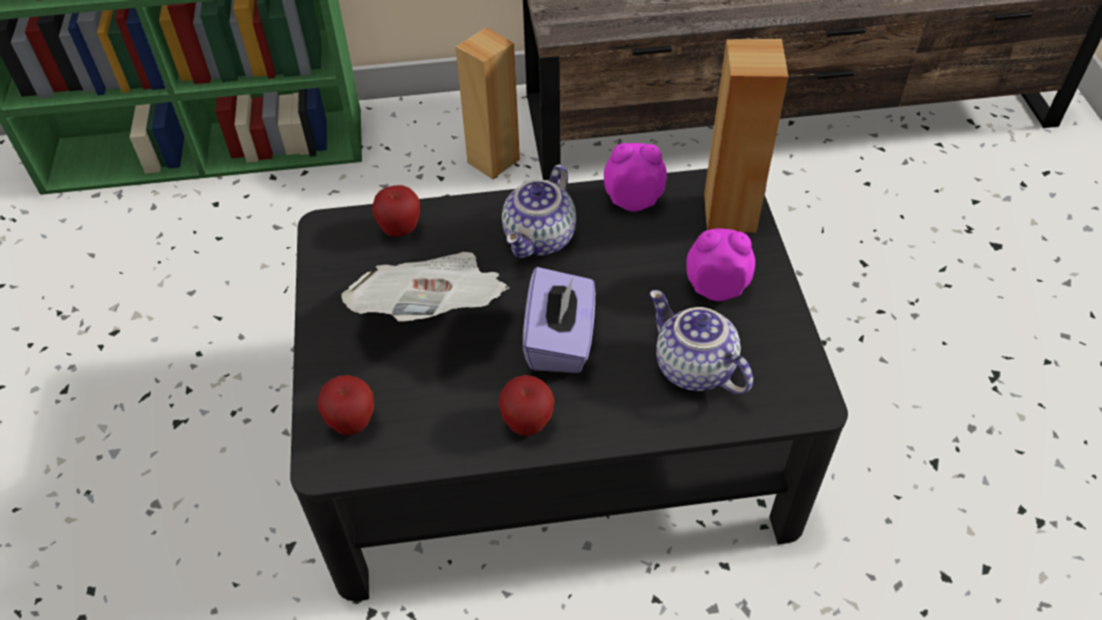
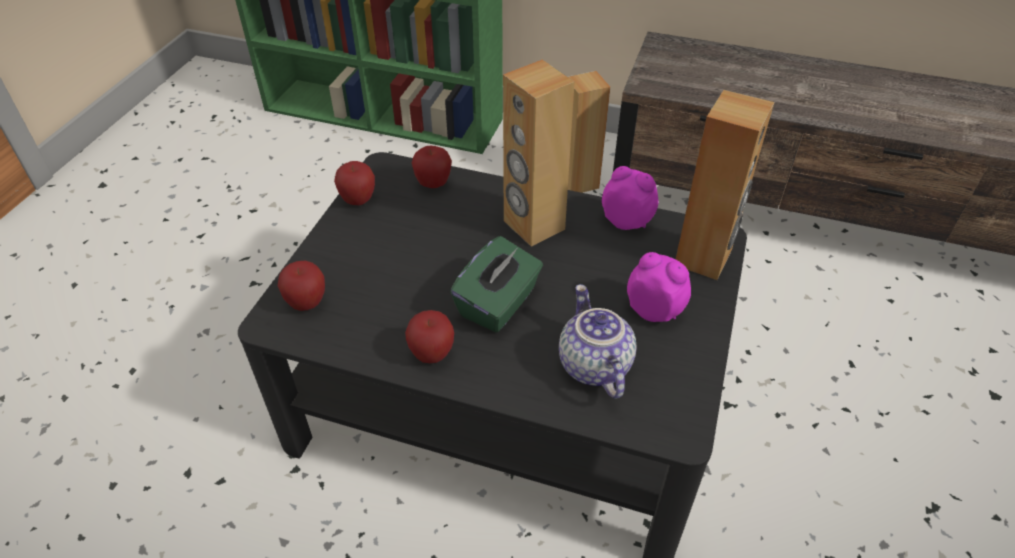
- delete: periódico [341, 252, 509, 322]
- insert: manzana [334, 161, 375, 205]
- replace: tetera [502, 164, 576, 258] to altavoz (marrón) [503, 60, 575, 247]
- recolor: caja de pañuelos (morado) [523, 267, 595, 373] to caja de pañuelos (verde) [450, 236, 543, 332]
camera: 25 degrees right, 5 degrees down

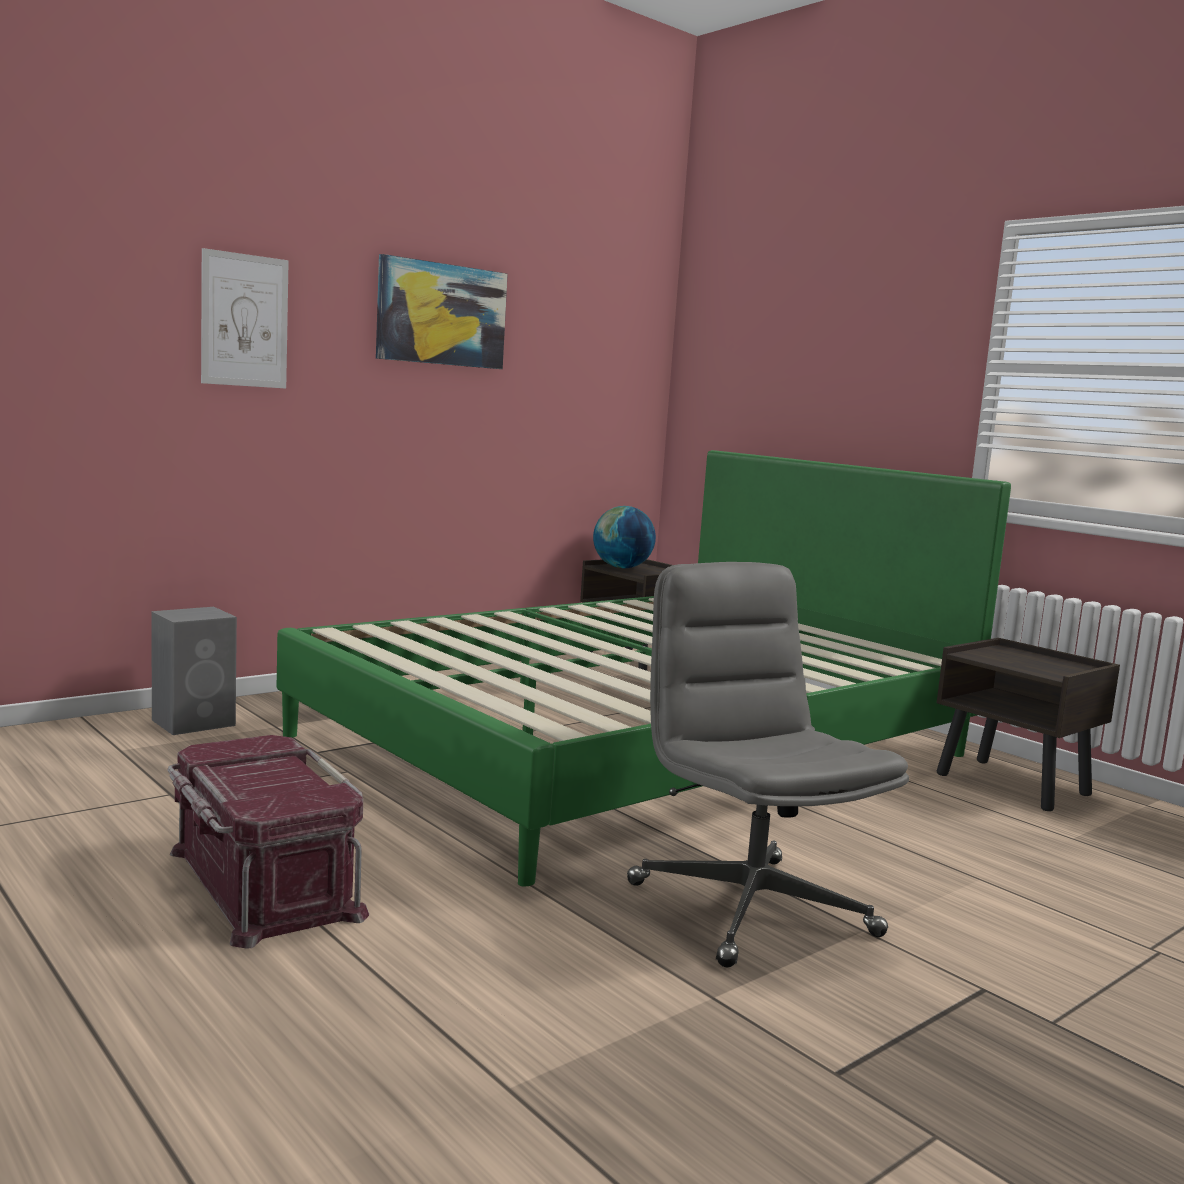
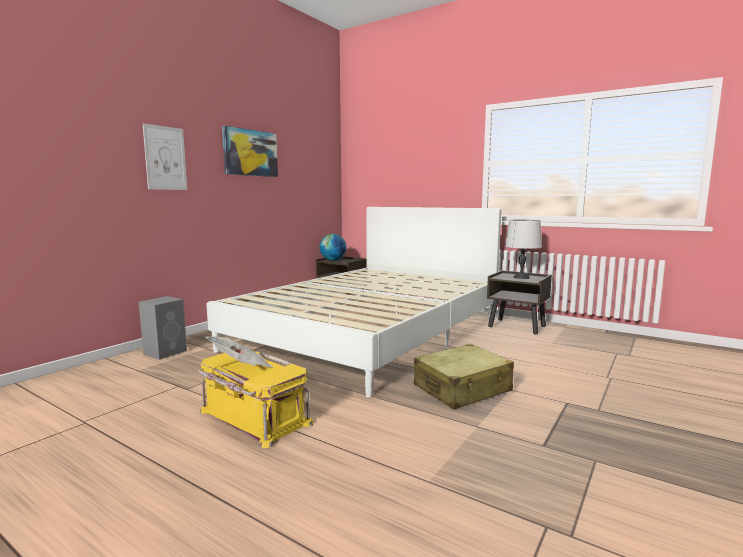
- insert: periódico [206, 336, 273, 367]
- insert: lámpara de mesa (gris) [505, 220, 542, 279]
- replace: silla de oficina (gris) [627, 562, 909, 967] to maleta (beis) [414, 344, 514, 410]
- recolor: caja de almacenaje (rojo) [167, 735, 369, 949] to caja de almacenaje (amarillo) [198, 349, 313, 448]
- recolor: cama (verde) [277, 450, 1011, 886] to cama (blanco) [207, 207, 502, 397]
camera: 15 degrees left, 0 degrees up

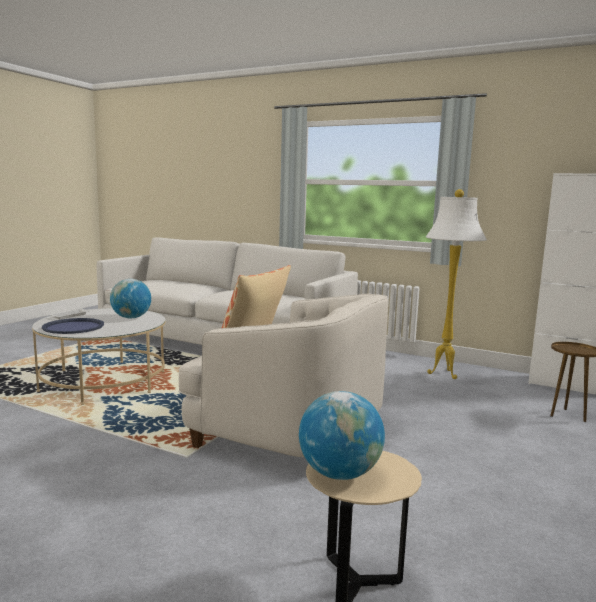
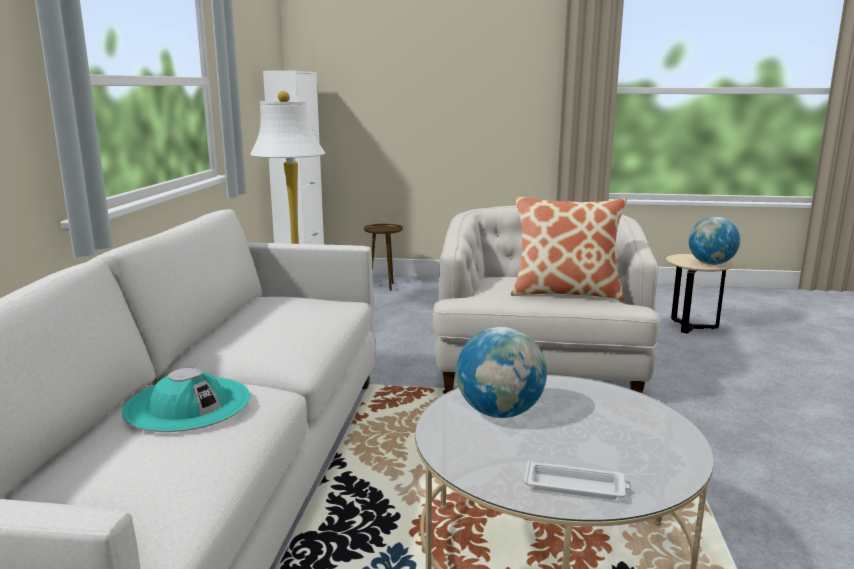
- delete: bandeja (azul) [42, 318, 104, 334]
- insert: sombrero (turquesa) [122, 368, 250, 432]
camera: 110 degrees left, 5 degrees up

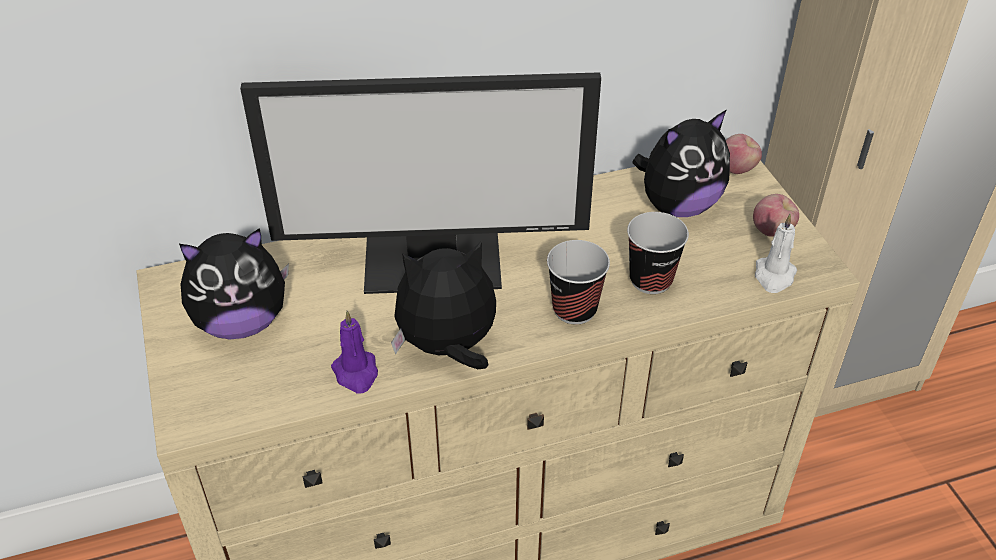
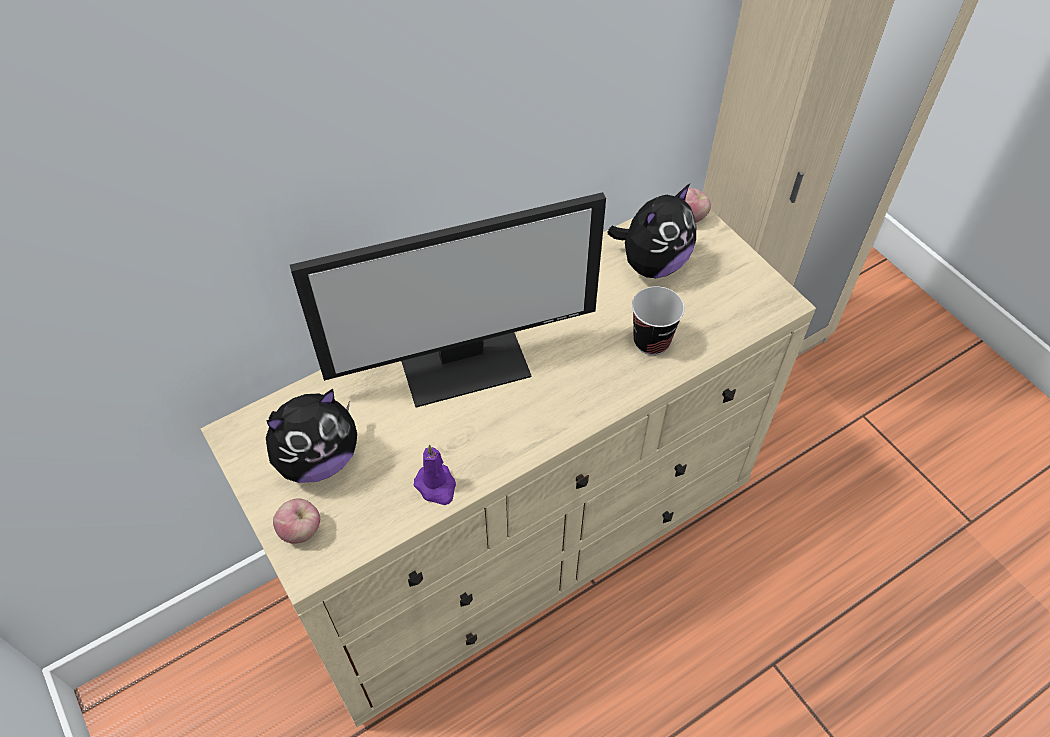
- delete: peluche [391, 241, 496, 369]
- delete: taza [547, 240, 610, 325]
- delete: vela (blanco) [755, 214, 797, 293]
- move: manzana [753, 194, 799, 237] to [273, 498, 320, 544]
camera: 15 degrees left, 10 degrees up

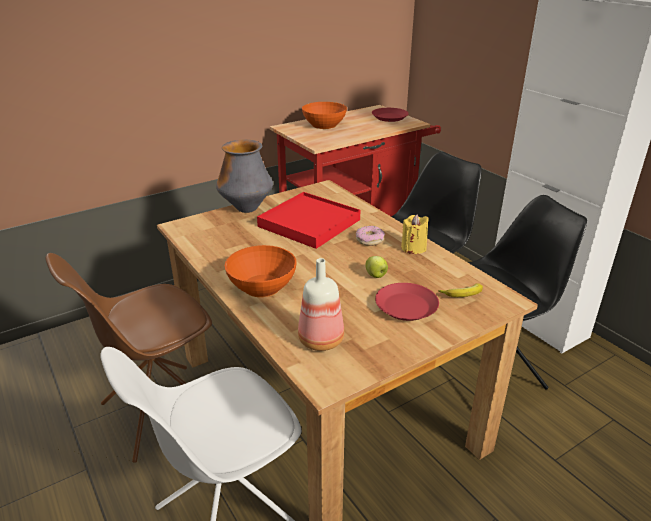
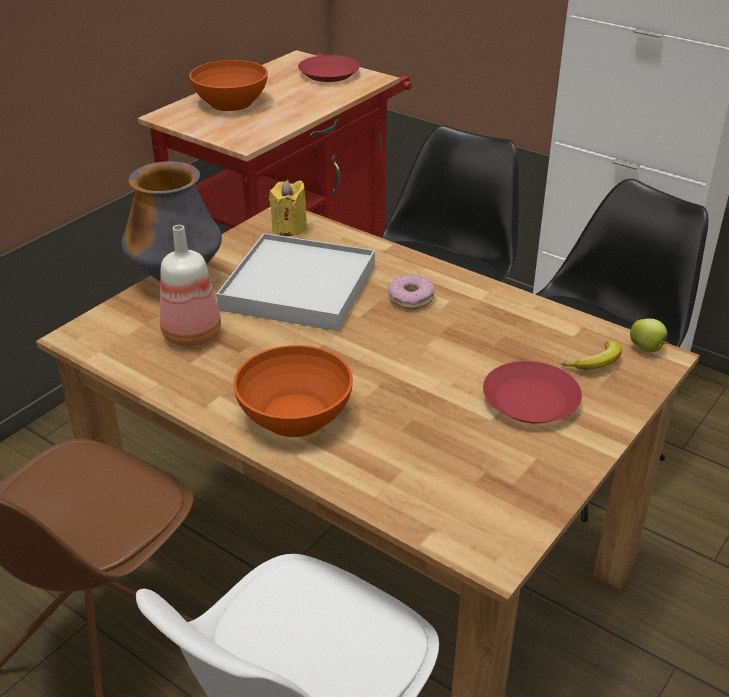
- move: botella [298, 258, 344, 351] to [160, 225, 221, 346]
- move: manzana [365, 256, 388, 278] to [630, 318, 668, 352]
- move: vela (amarillo) [401, 214, 429, 254] to [269, 180, 307, 236]
- recolor: bandeja (rojo) [257, 192, 360, 249] to bandeja (blanco) [216, 233, 375, 331]
camera: 20 degrees left, 5 degrees up

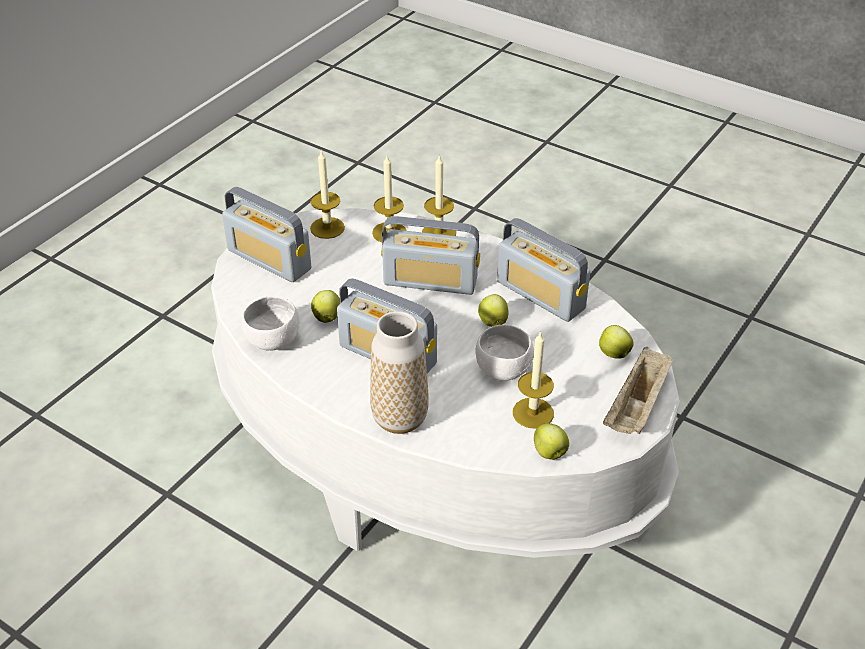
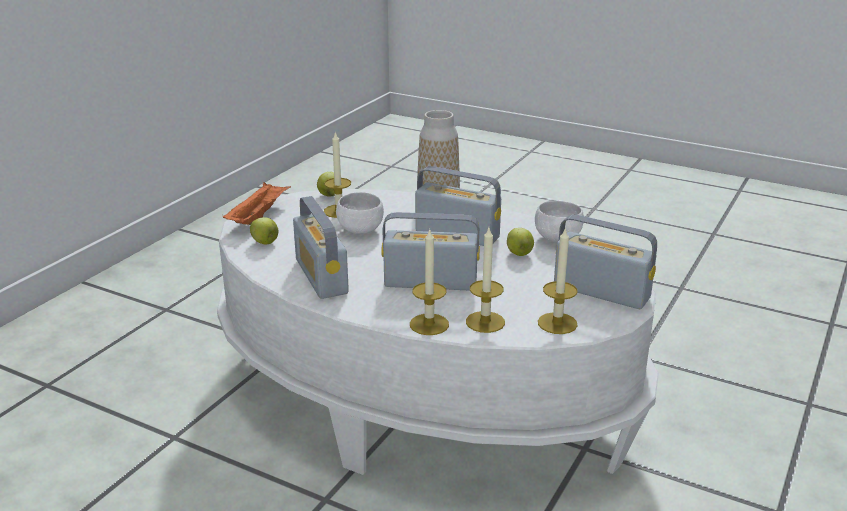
- delete: manzana [478, 294, 509, 327]
- recolor: bandeja (beis) [603, 347, 673, 434] to bandeja (naranja) [223, 182, 291, 225]
- rotate: radio [497, 218, 590, 322] = [293, 196, 349, 299] 150 degrees counterclockwise
camera: 175 degrees right, 15 degrees down

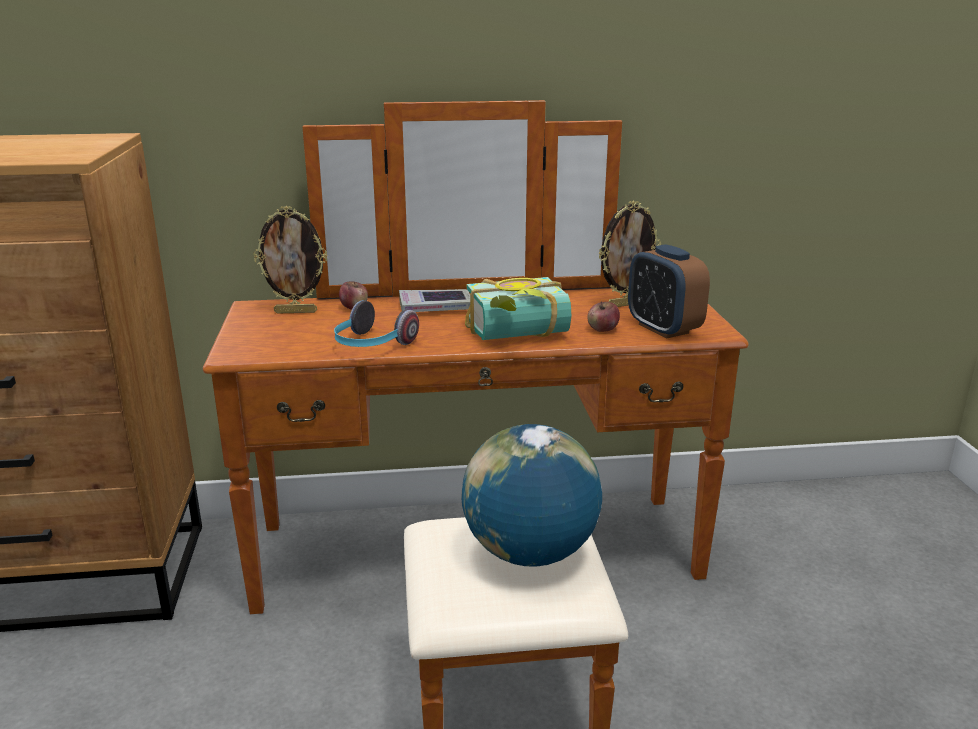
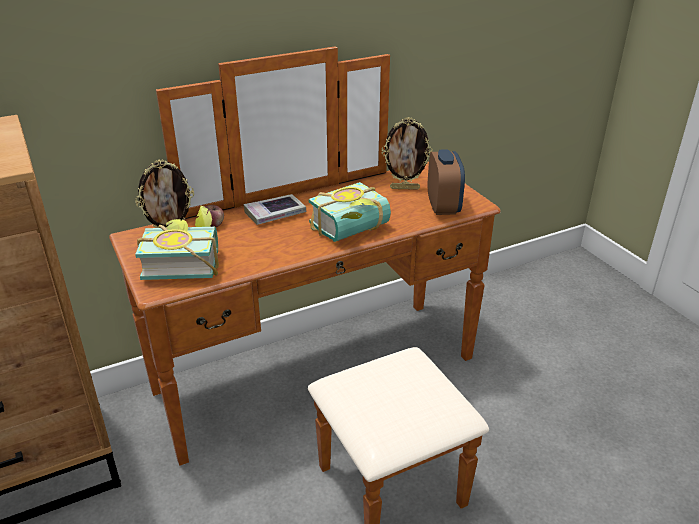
- delete: auriculares [334, 300, 419, 347]
- delete: globo terráqueo [461, 424, 602, 567]
- delete: manzana [587, 301, 620, 332]
- insert: libro [135, 206, 219, 280]
- rotate: portarretratos [598, 201, 661, 307] = [381, 117, 433, 190] 45 degrees clockwise
- rotate: despertador [628, 244, 710, 339] = [428, 149, 465, 215] 135 degrees counterclockwise
camera: 20 degrees left, 10 degrees up

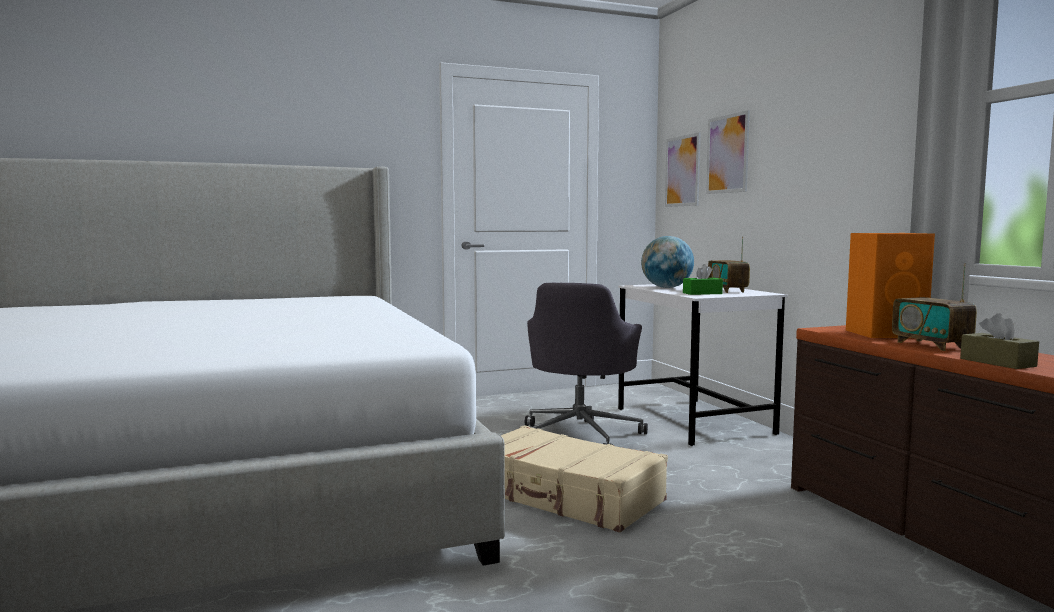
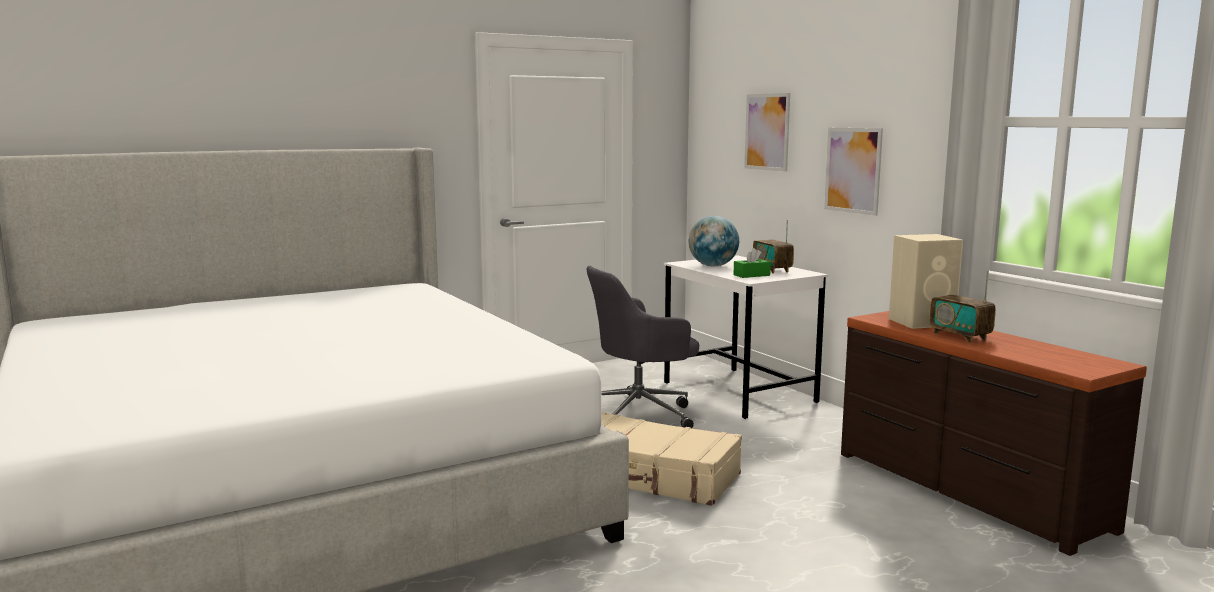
- delete: caja de pañuelos (marrón) [960, 313, 1039, 369]
- move: cuadro [665, 133, 701, 207] to [824, 128, 883, 216]
- recolor: altavoz (naranja) [846, 233, 935, 338] to altavoz (beis) [889, 234, 963, 329]
- rotate: silla de oficina (gris) [525, 283, 648, 445] = [587, 266, 699, 428] 60 degrees clockwise
camera: 10 degrees left, 5 degrees up

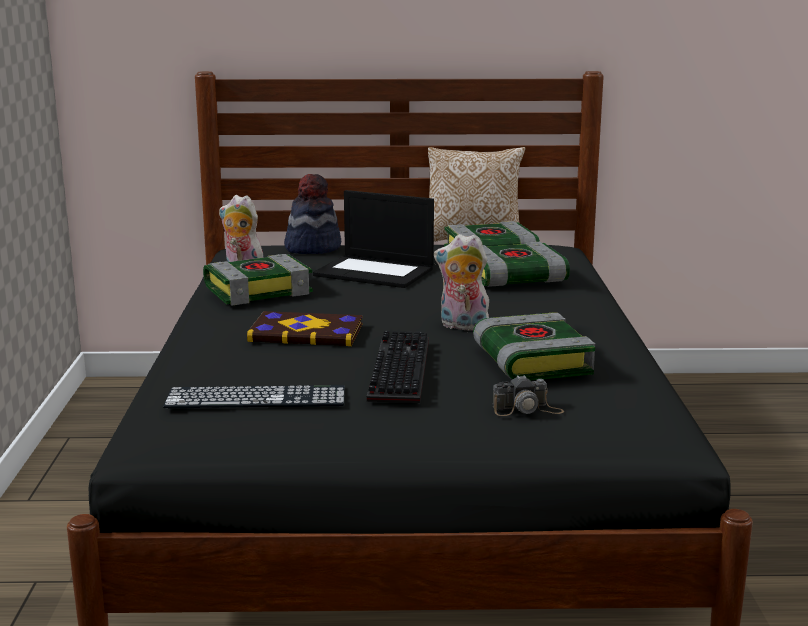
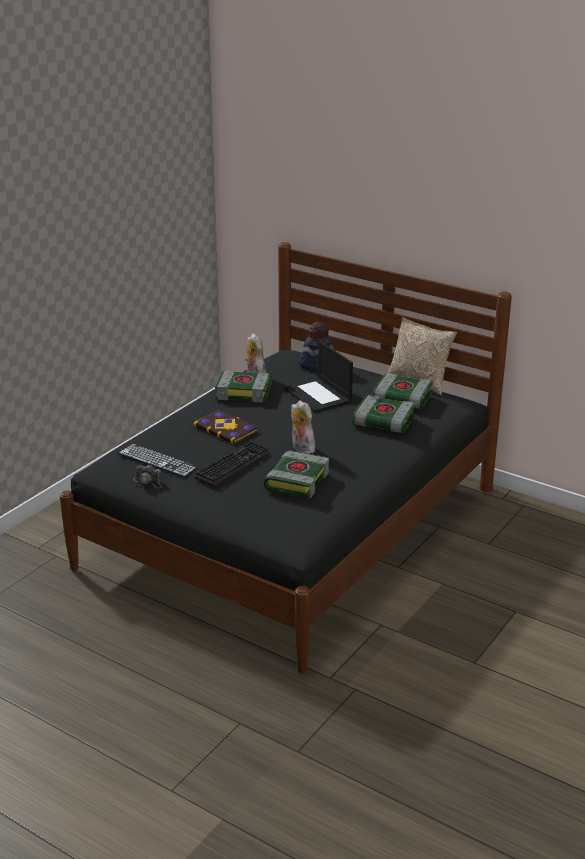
- move: cámara [492, 375, 564, 416] to [134, 465, 162, 488]
camera: 35 degrees right, 10 degrees up

